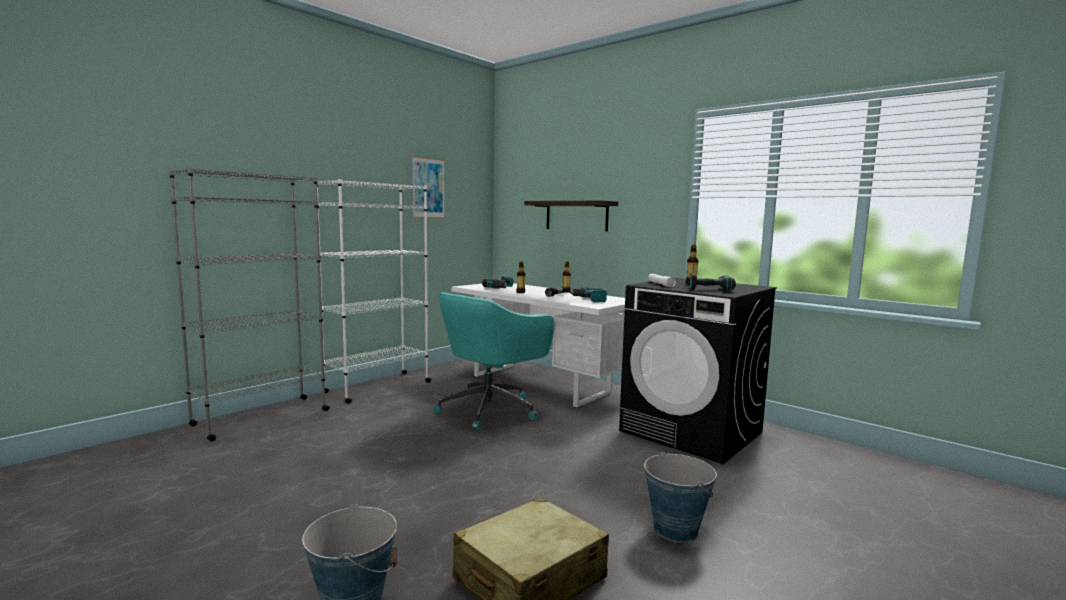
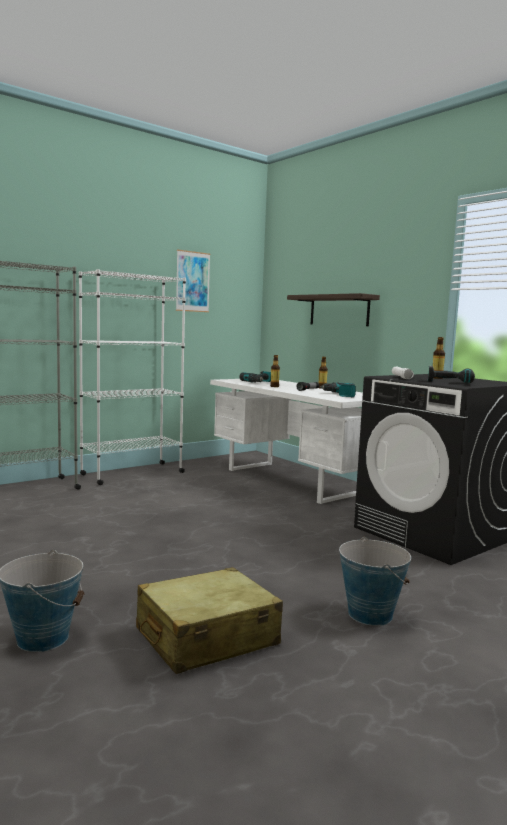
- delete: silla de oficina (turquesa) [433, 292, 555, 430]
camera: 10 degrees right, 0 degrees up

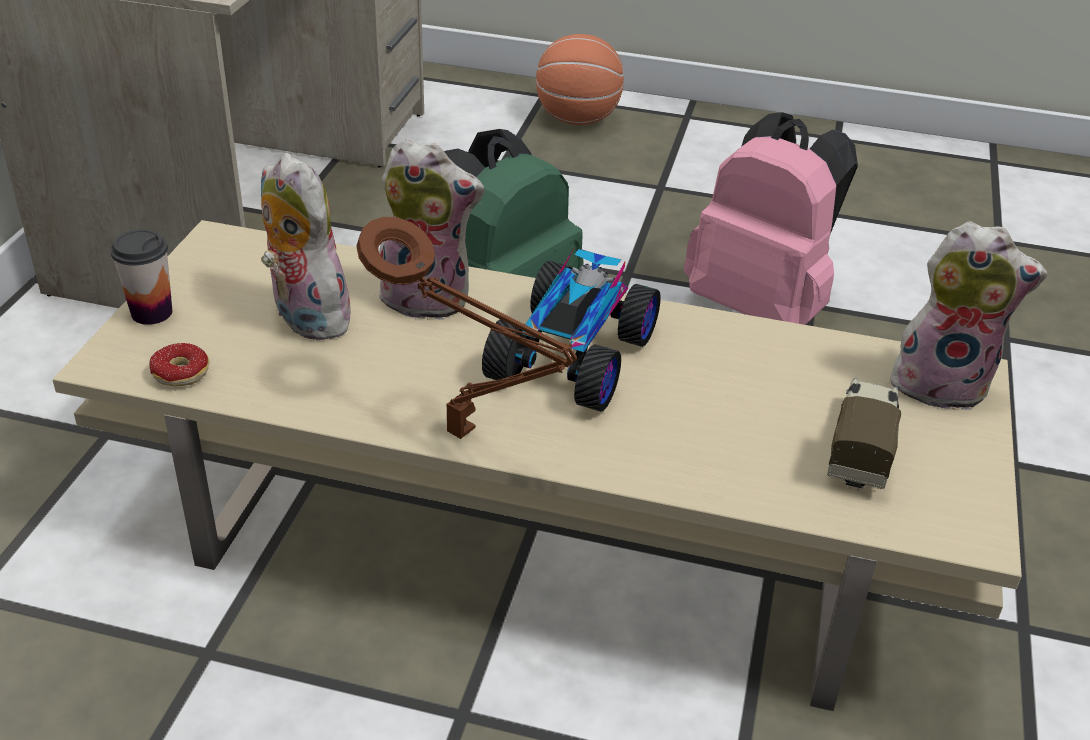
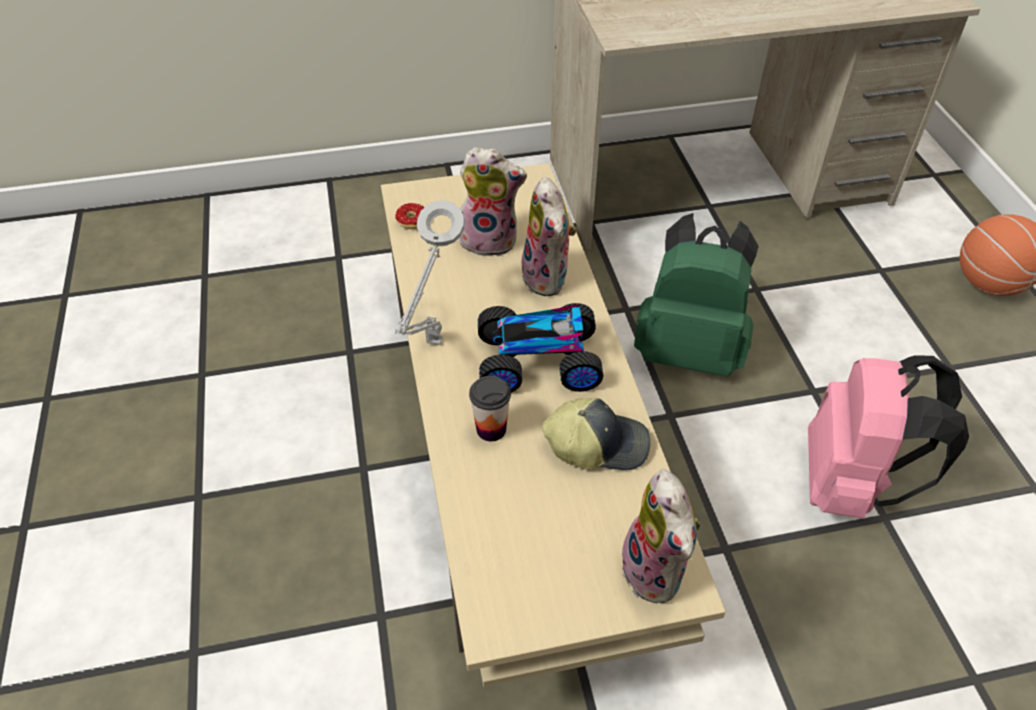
- delete: camión de juguete [827, 378, 901, 491]
- insert: gorra [543, 398, 651, 470]
- move: taza [110, 229, 172, 325] to [469, 376, 511, 441]
- recolor: lámpara de mesa (marrón) [356, 217, 577, 439] to lámpara de mesa (gris) [395, 200, 465, 345]
- rotate: peluche [261, 153, 358, 340] = [459, 147, 527, 256] 75 degrees clockwise
camera: 65 degrees right, 10 degrees up

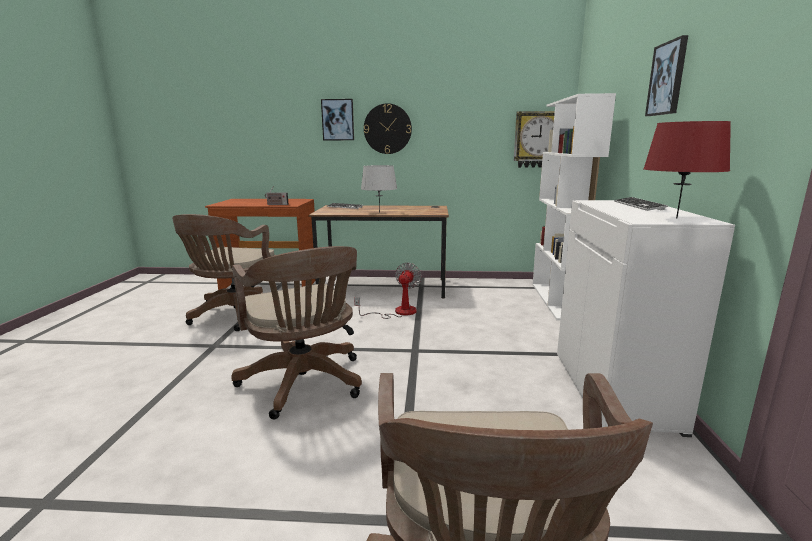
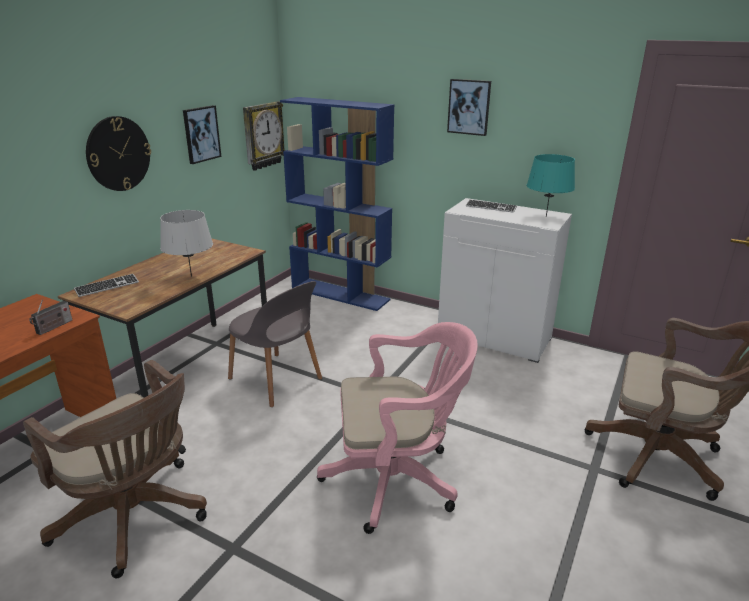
- move: cuadro [321, 99, 354, 140] to [183, 105, 221, 164]
- replace: ventilador [354, 262, 422, 319] to silla (gris) [228, 281, 322, 407]
- recolor: silla de oficina (marrón) [231, 246, 362, 419] to silla de oficina (rosa) [317, 322, 478, 534]
- recolor: estantería (blanco) [532, 93, 616, 320] to estantería (azul) [280, 97, 394, 311]
- recolor: lámpara de mesa (rojo) [643, 121, 731, 219] to lámpara de mesa (turquesa) [527, 154, 575, 217]
camera: 65 degrees left, 10 degrees up

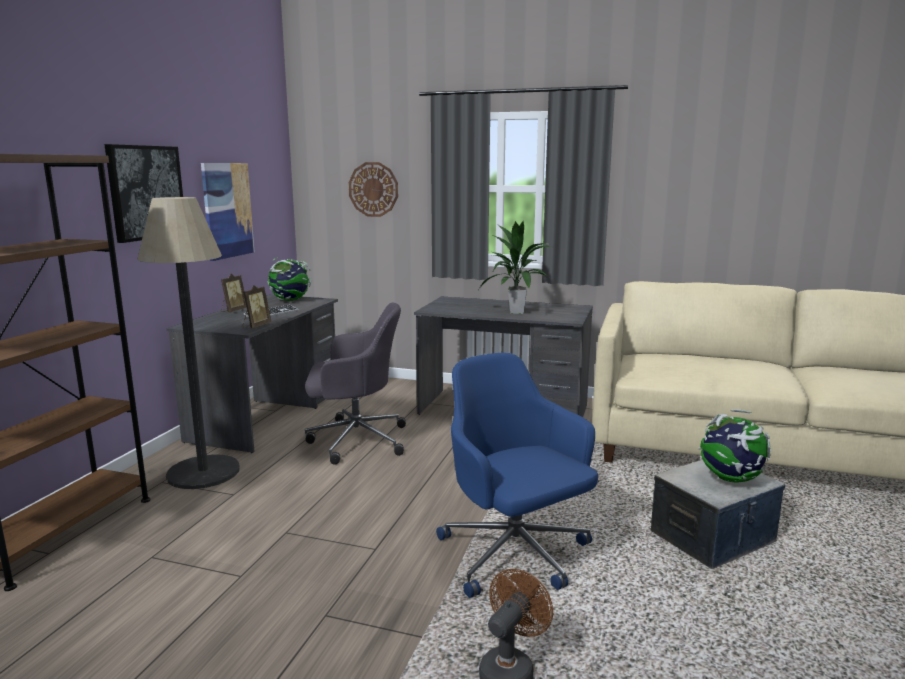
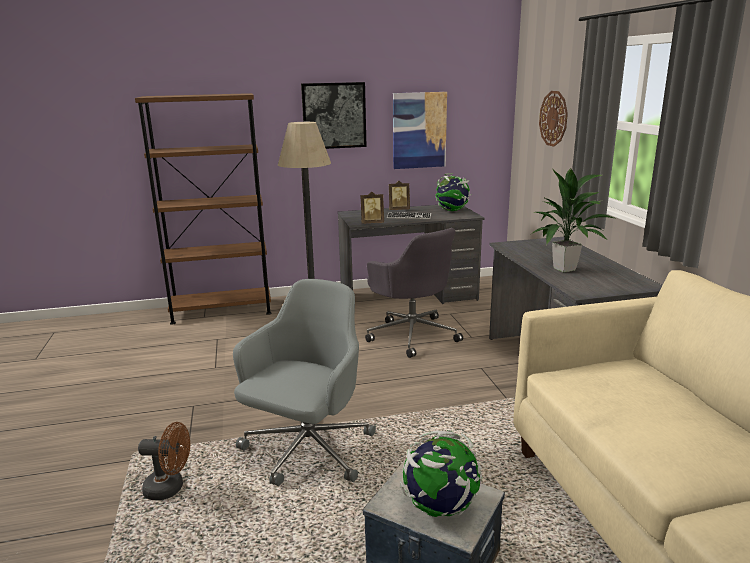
- recolor: silla de oficina (azul) [436, 353, 598, 598] to silla de oficina (gris) [233, 279, 376, 486]
camera: 60 degrees right, 5 degrees up

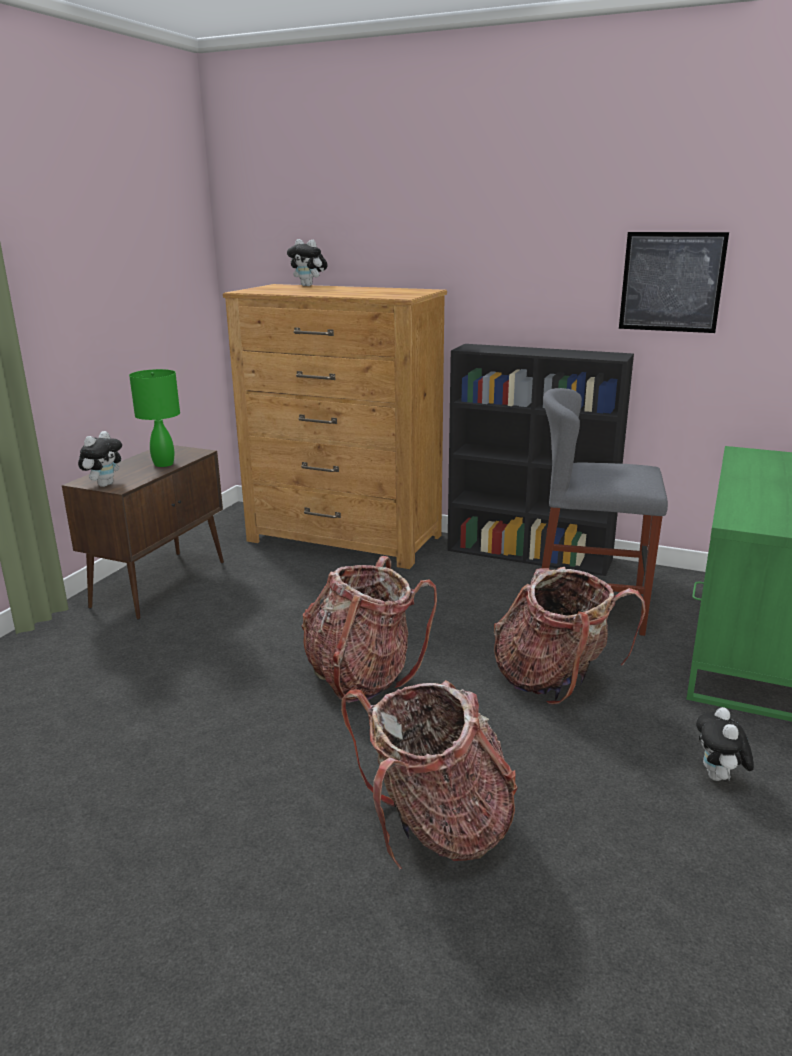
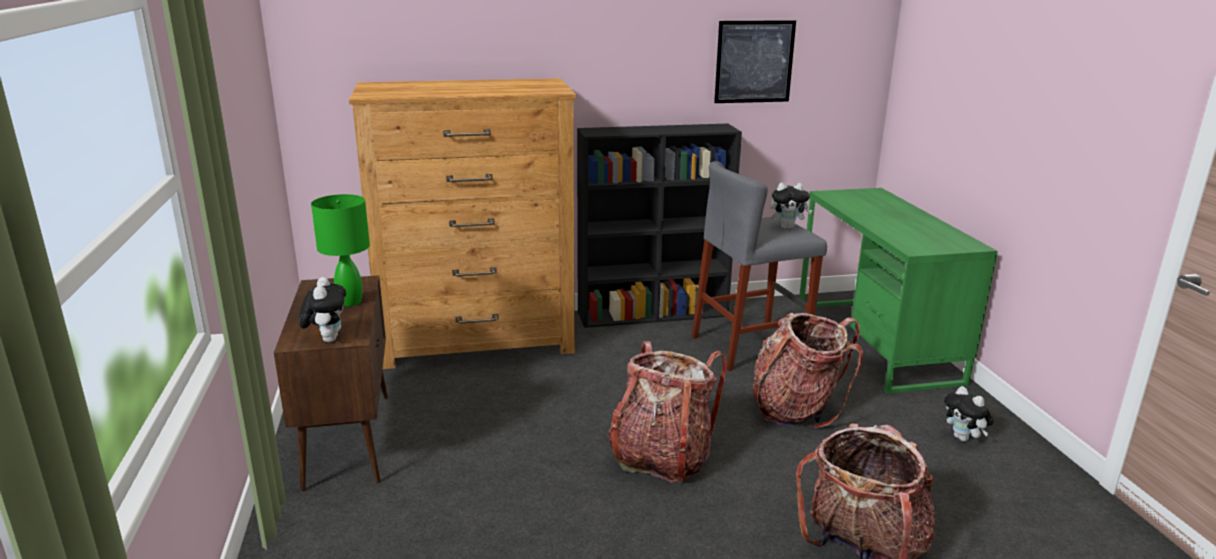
- move: peluche [287, 239, 328, 286] to [770, 183, 812, 229]
camera: 35 degrees left, 0 degrees up

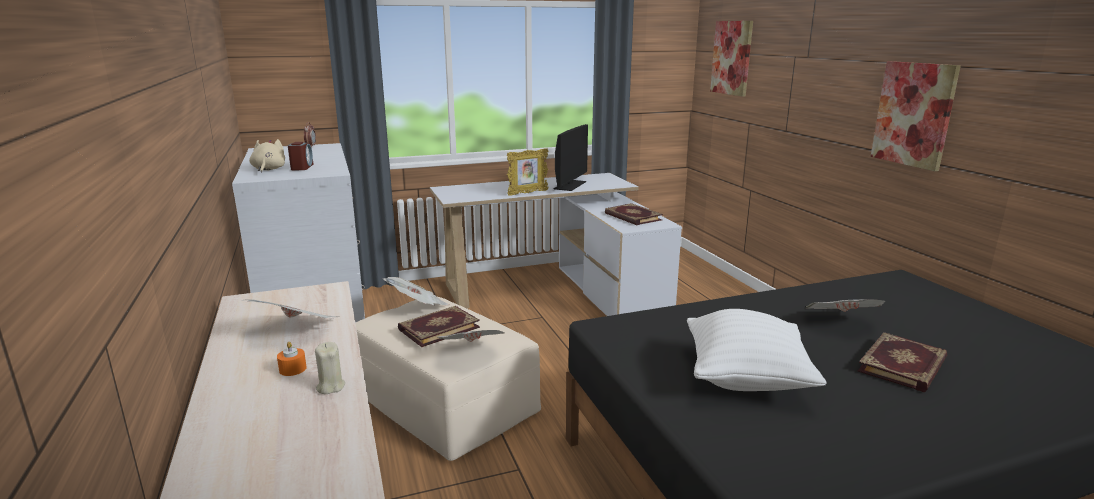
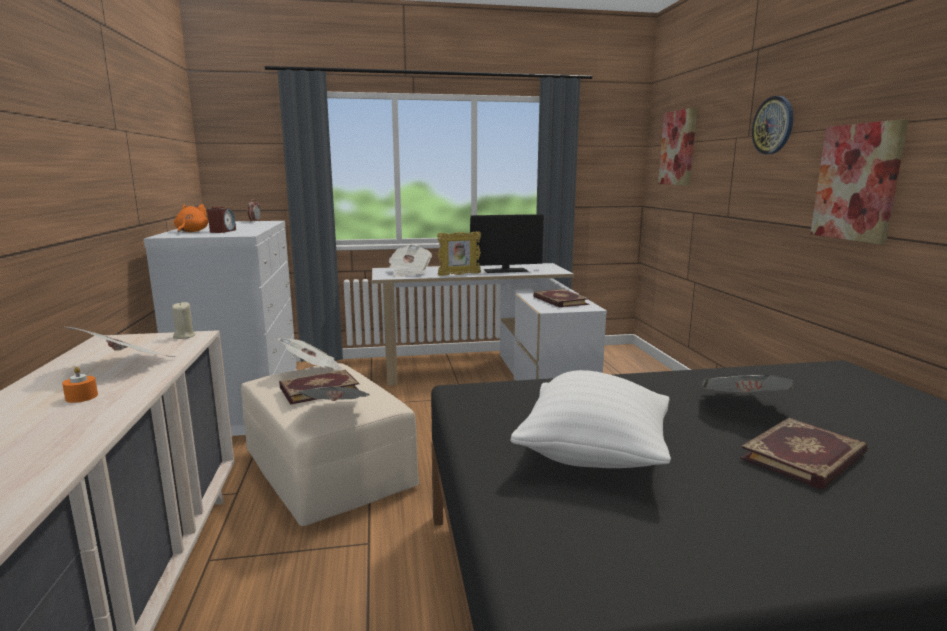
- insert: periódico [388, 245, 432, 277]
- insert: reloj de pared [752, 96, 793, 154]
- move: vela (beis) [315, 342, 345, 394] to [172, 302, 196, 339]
- recolor: peluche (beis) [249, 139, 285, 173] to peluche (naranja) [174, 204, 209, 232]
- rotate: monitor [553, 124, 588, 191] = [470, 214, 544, 273] 45 degrees clockwise
camera: 10 degrees right, 5 degrees down

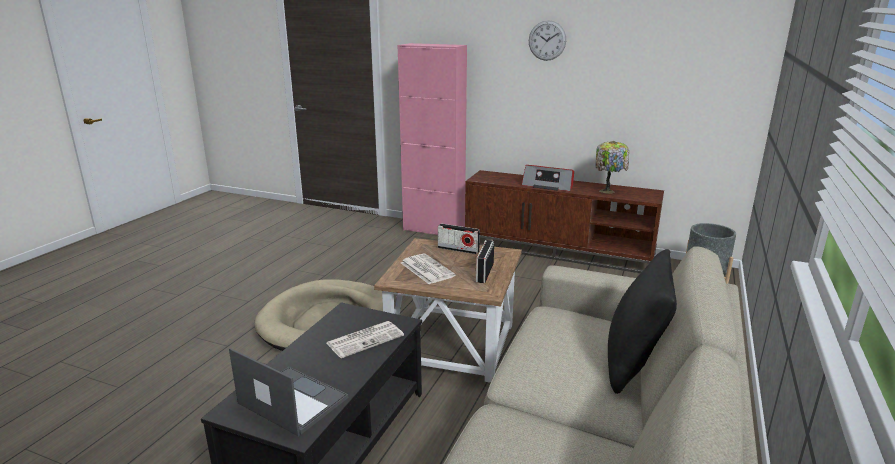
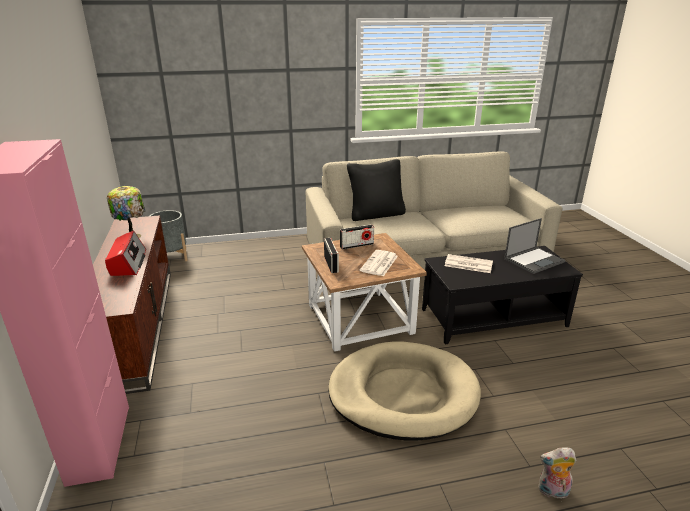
- delete: reloj de pared [529, 20, 566, 61]
- insert: peluche [538, 448, 576, 499]
- rotate: portátil [229, 348, 348, 437] = [504, 218, 566, 274] 120 degrees counterclockwise
camera: 125 degrees left, 5 degrees up

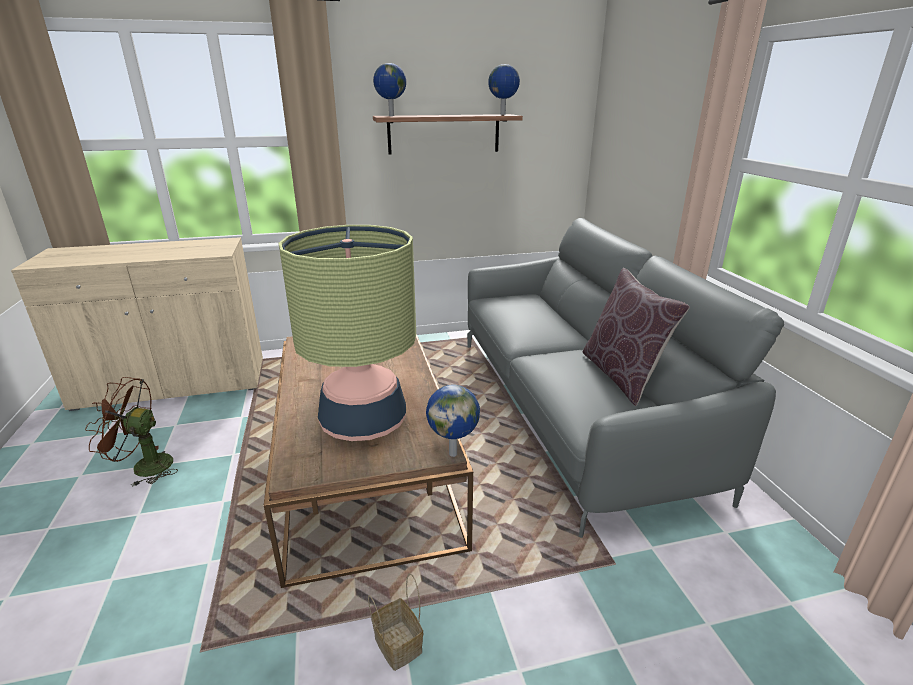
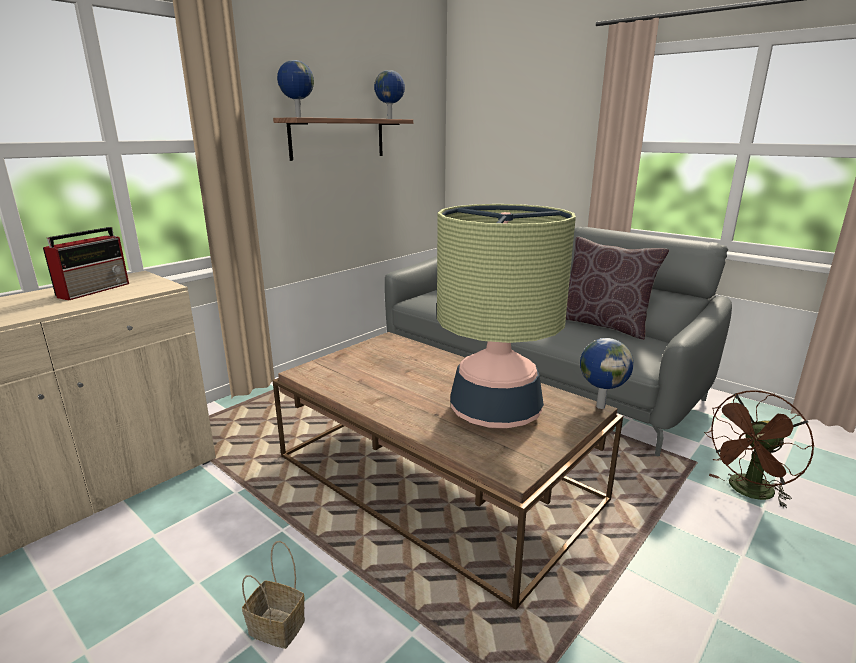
- insert: radio [43, 227, 129, 300]
- move: ventilador (marrón) [85, 377, 178, 487] to [704, 390, 814, 509]
- move: cesta [368, 573, 423, 671] to [242, 541, 305, 649]
camera: 35 degrees left, 5 degrees down

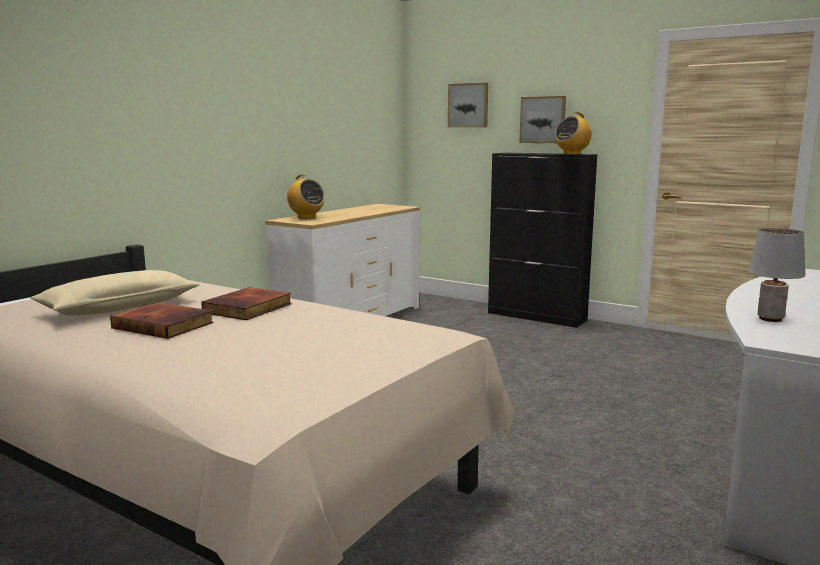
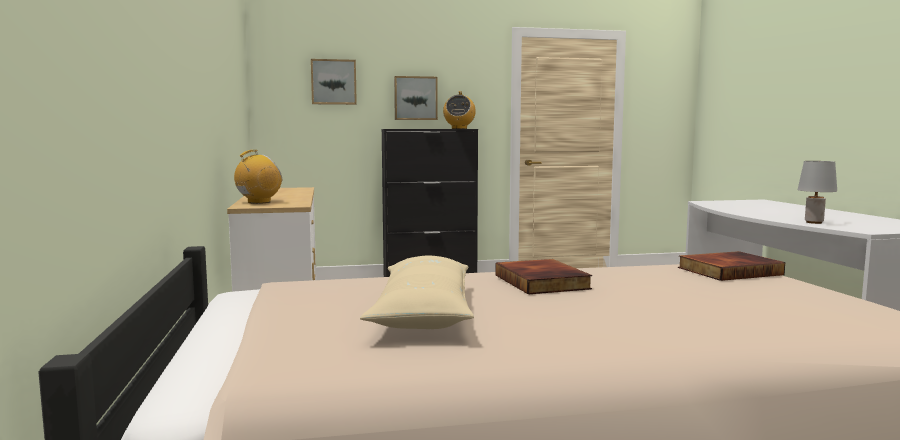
- move: libro [110, 302, 213, 339] to [678, 251, 785, 281]
- rotate: radio [286, 174, 325, 219] = [234, 150, 282, 204] 45 degrees counterclockwise
camera: 45 degrees left, 5 degrees down

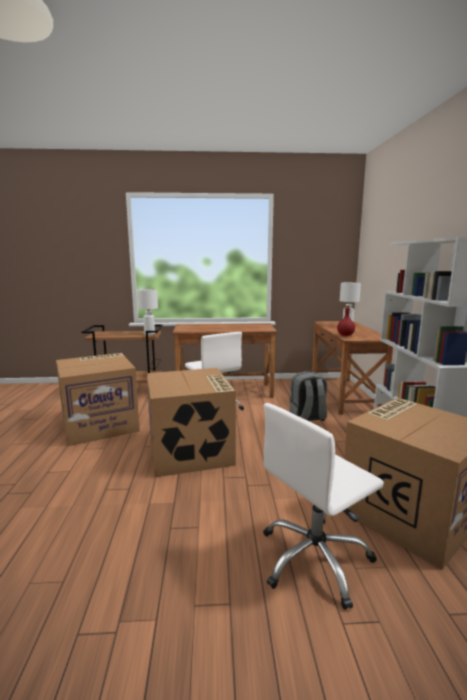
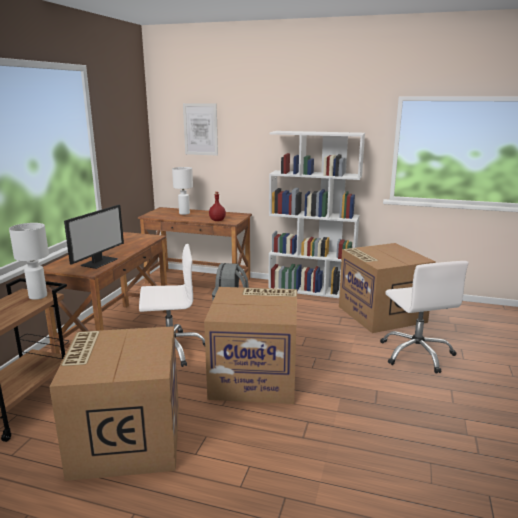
- insert: monitor [64, 205, 124, 269]
- insert: cuadro [183, 103, 218, 156]
camera: 70 degrees left, 5 degrees up

